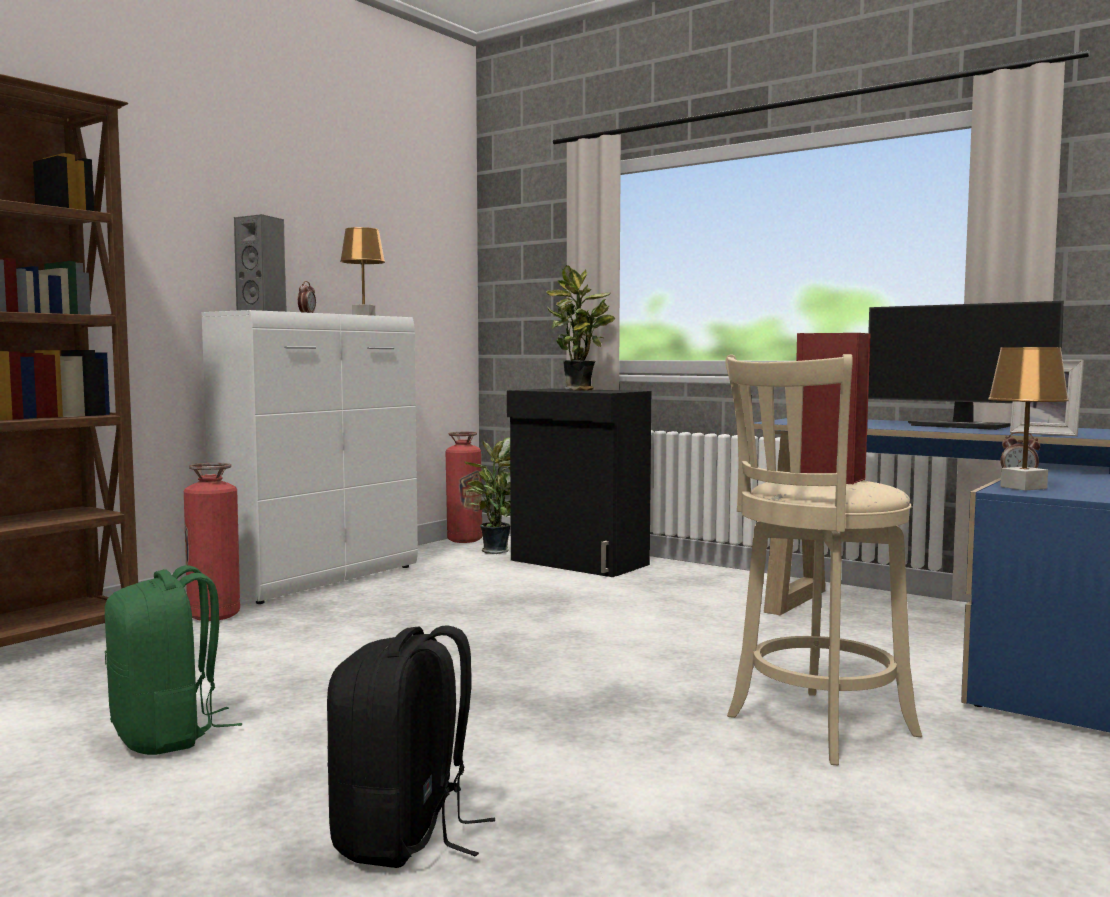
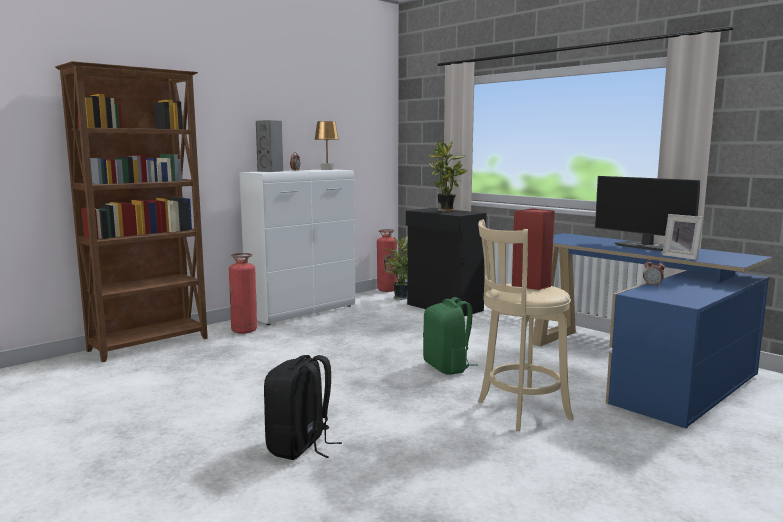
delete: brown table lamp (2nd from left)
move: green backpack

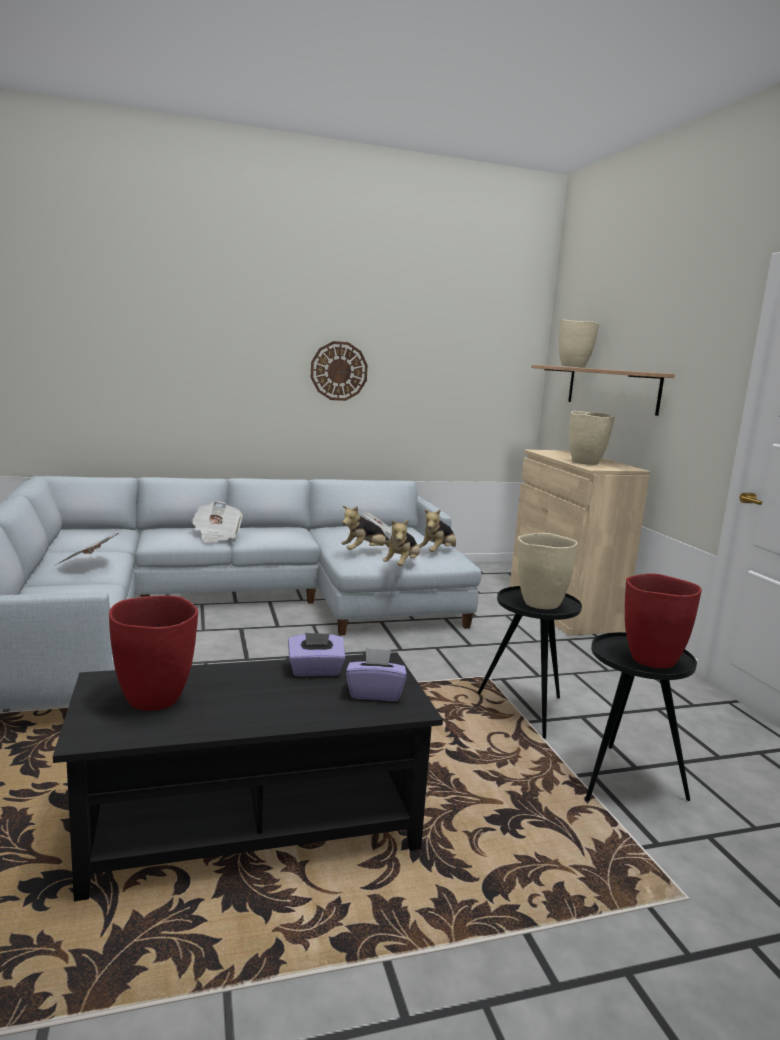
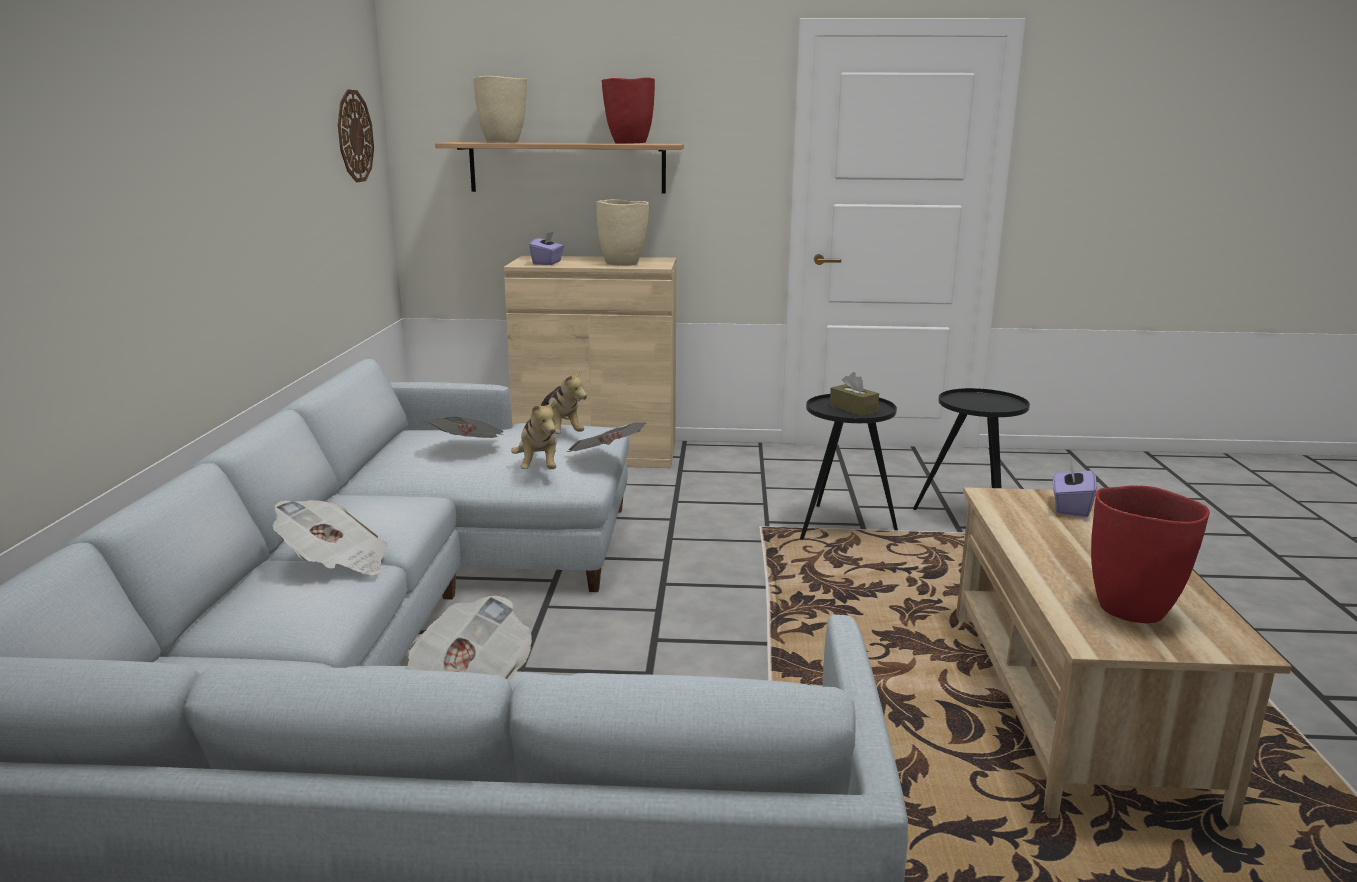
move: purple tissue box (1st from left); wall clock; red vase (2nd from left in the first image) to red vase (1st from left)
replace: plush toy (2nd from left) to newspaper (4th from left); beige vase (1st from left) to brown tissue box
recolor: black coffee table to beige coffee table

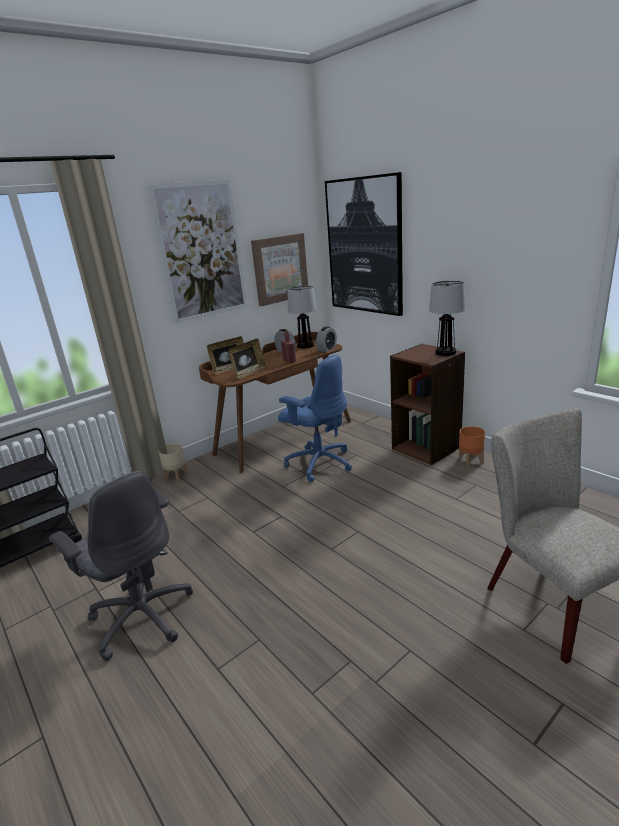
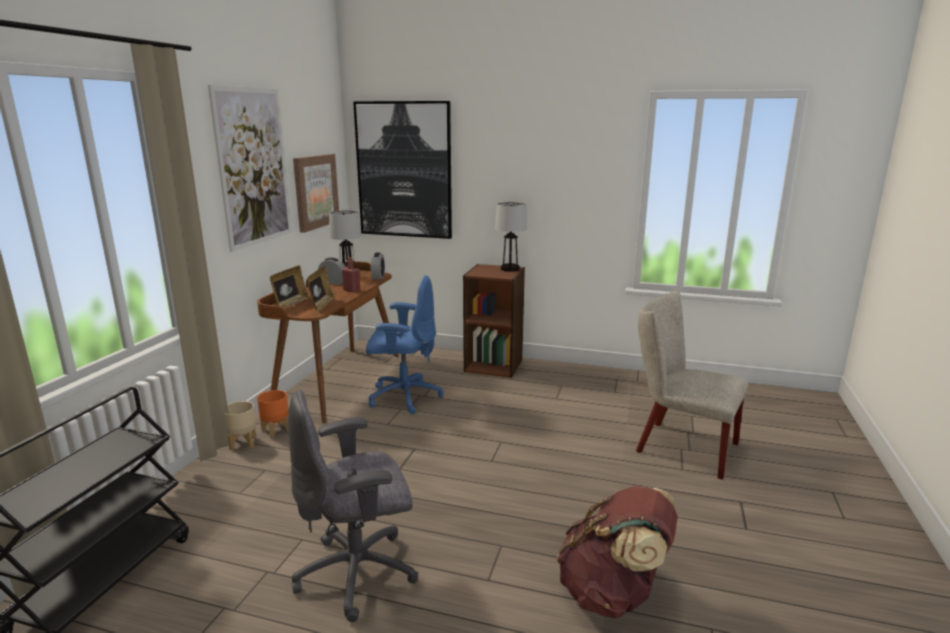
insert: brown backpack
move: orange planter
rotate: grey office chair 150 degrees clockwise

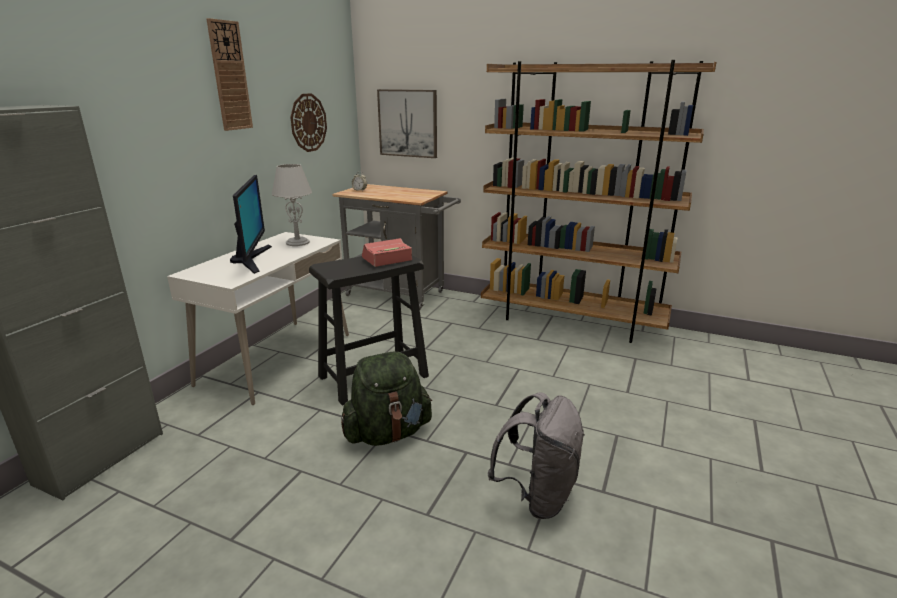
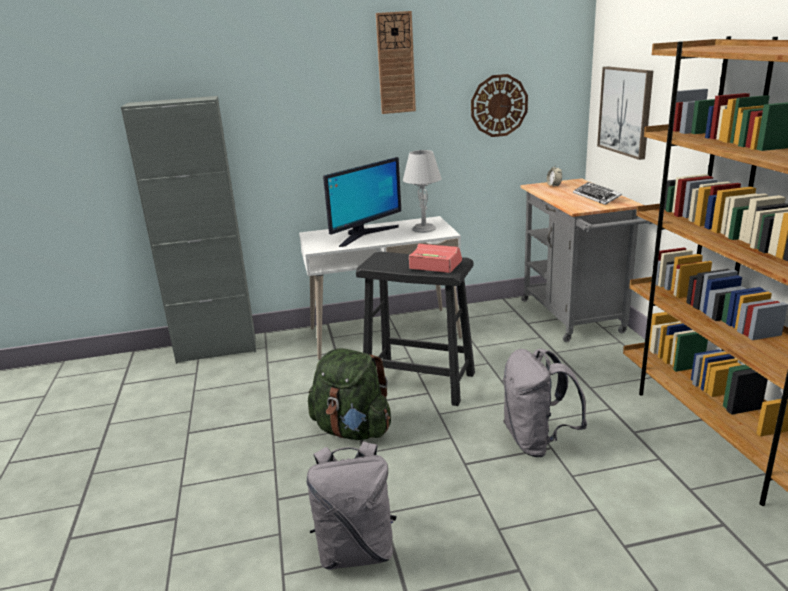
insert: grey backpack (2nd from left); keyboard

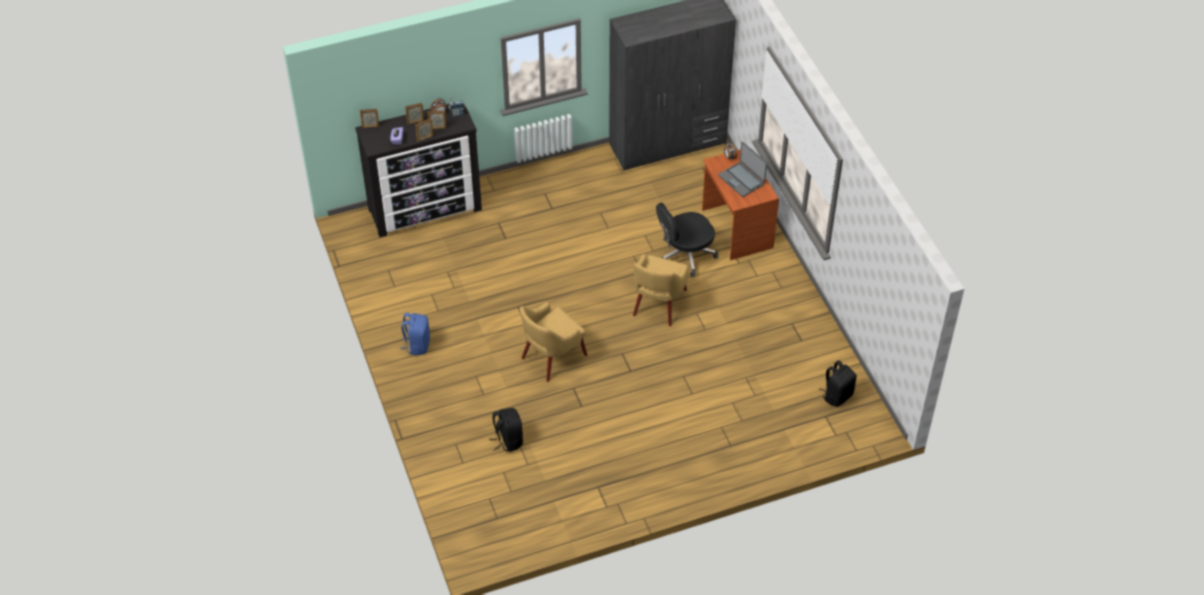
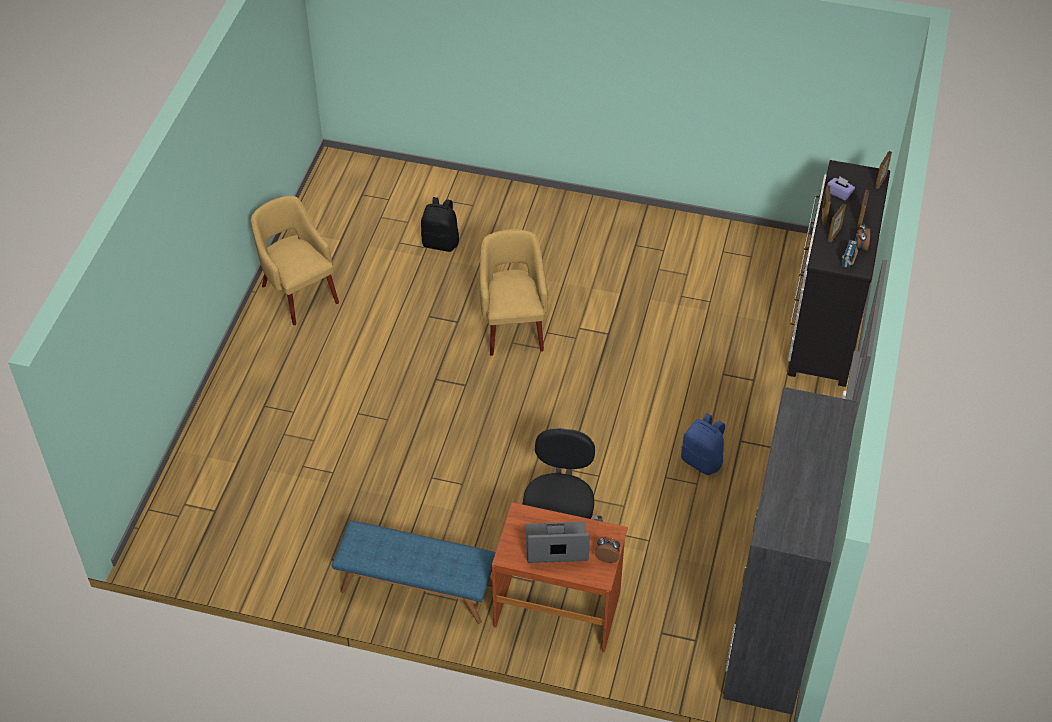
delete: black backpack (2nd from left)
insert: blue bench
move: blue backpack; yellow armchair (2nd from left in the first image) to yellow armchair (1st from left)

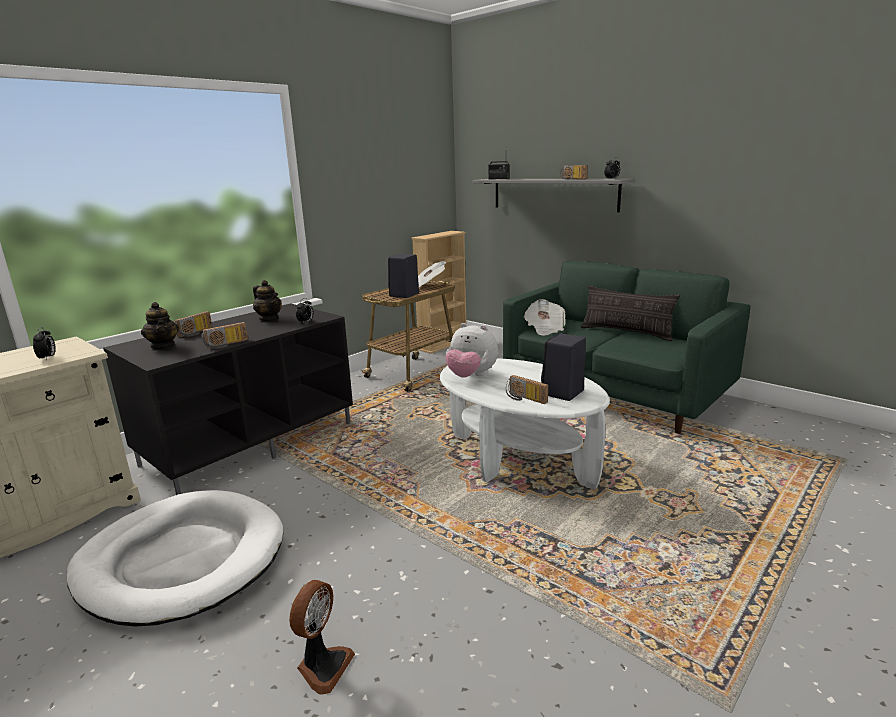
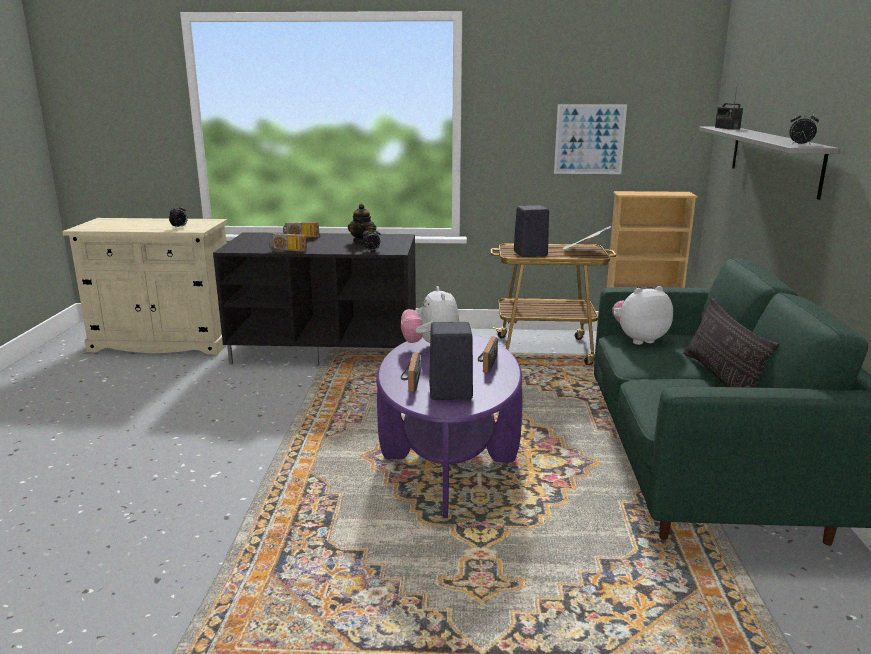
delete: white dog bed; teapot (1st from left); fan
insert: picture
move: radio (5th from left in the first image) to radio (4th from left)
replace: newspaper (2nd from left) to plush toy (2nd from left)
recolor: white coffee table to purple coffee table

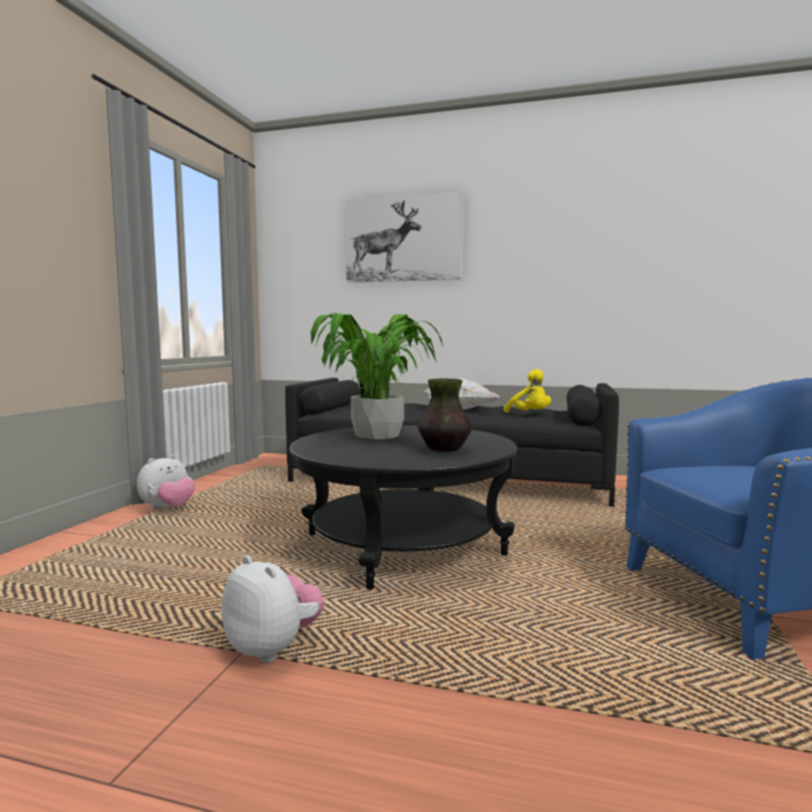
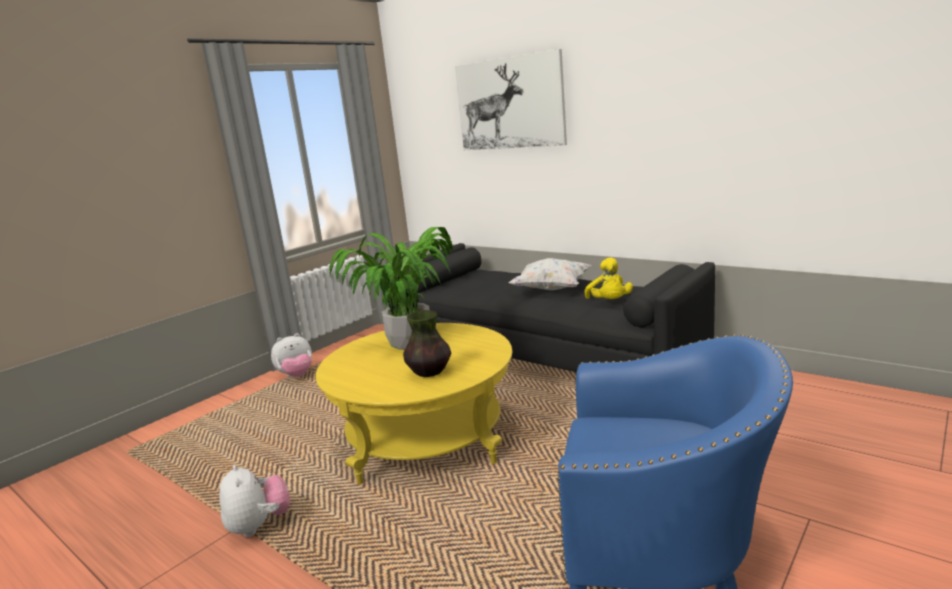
recolor: black coffee table to yellow coffee table

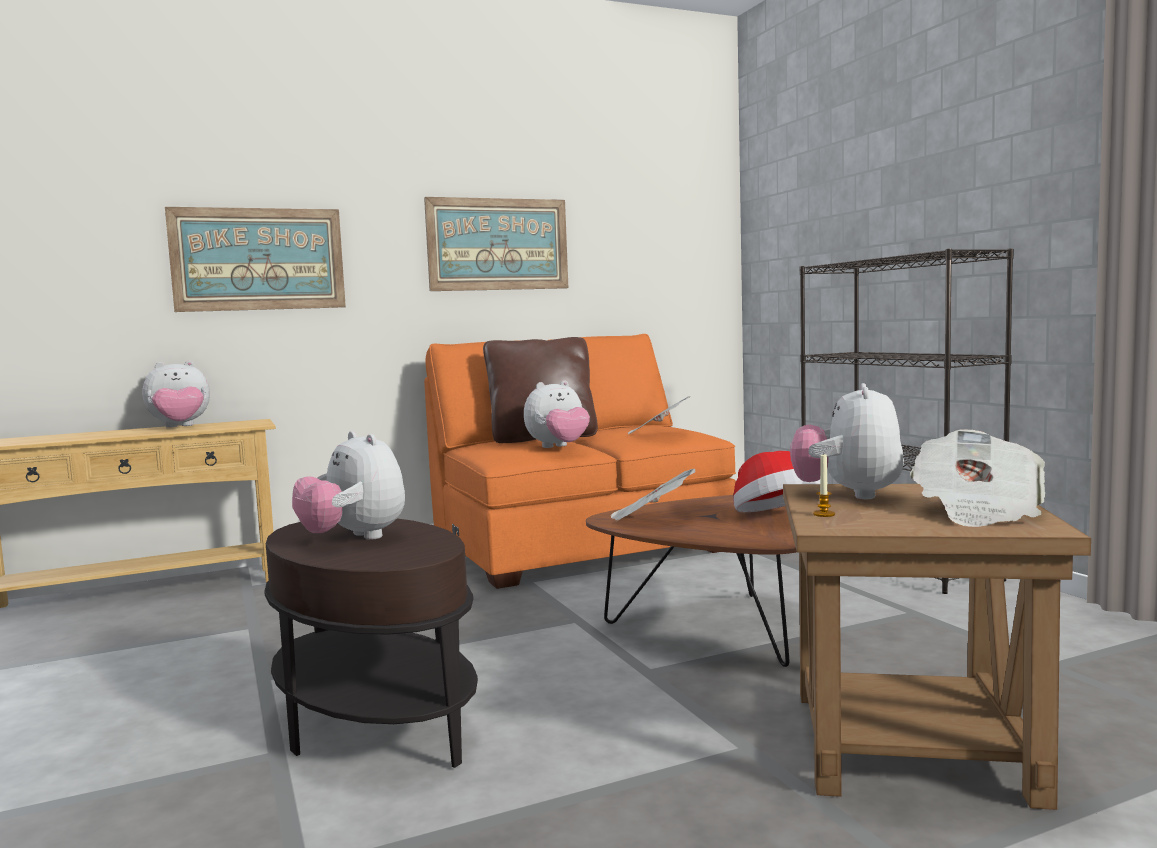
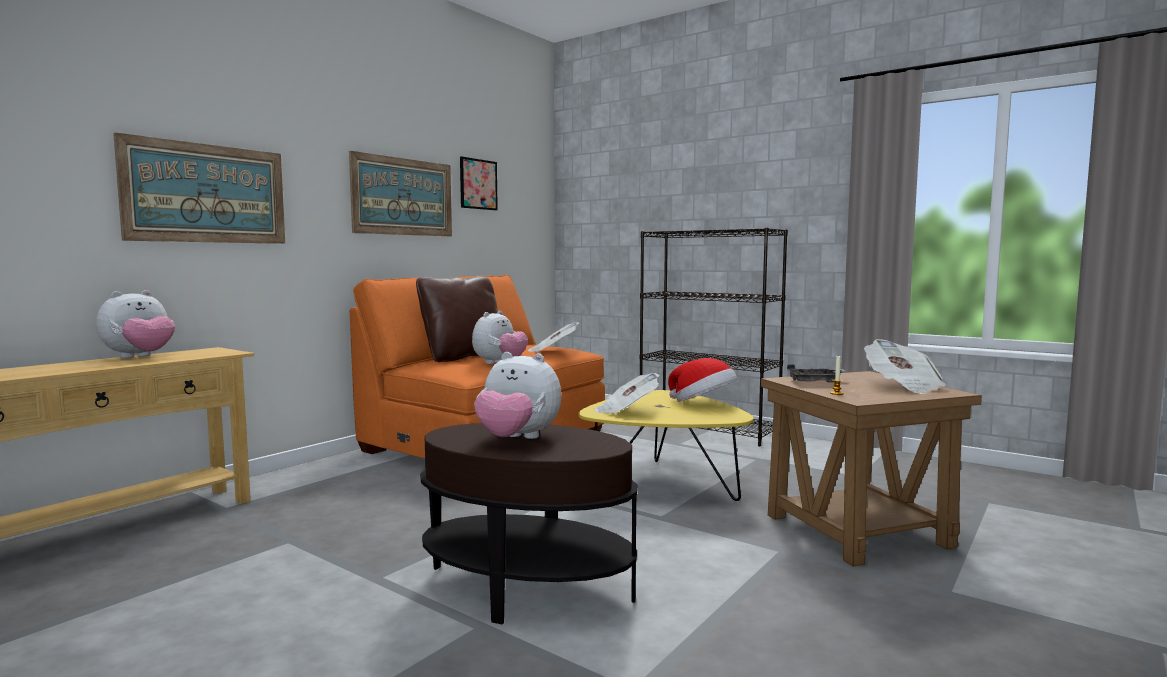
insert: picture (3rd from left)
replace: plush toy (4th from left) to grey tray
recolor: brown coffee table to yellow coffee table

